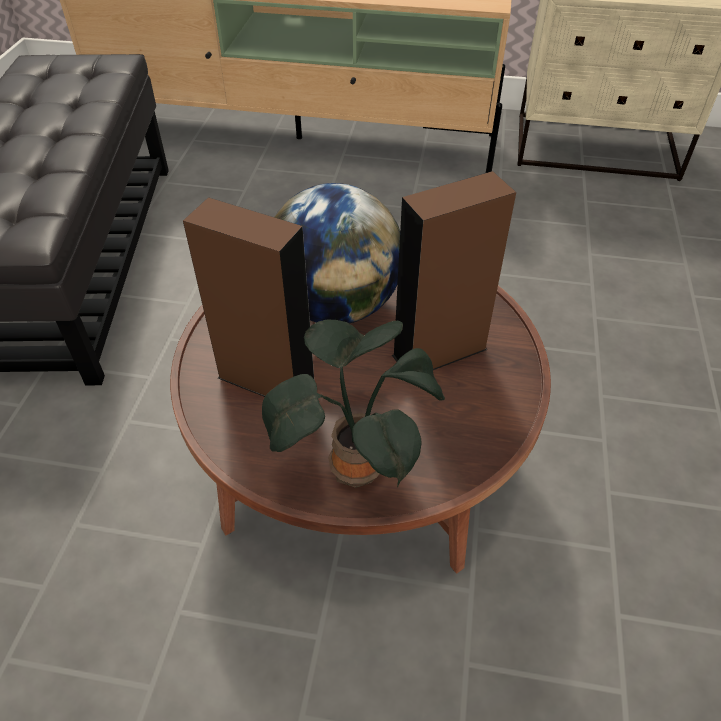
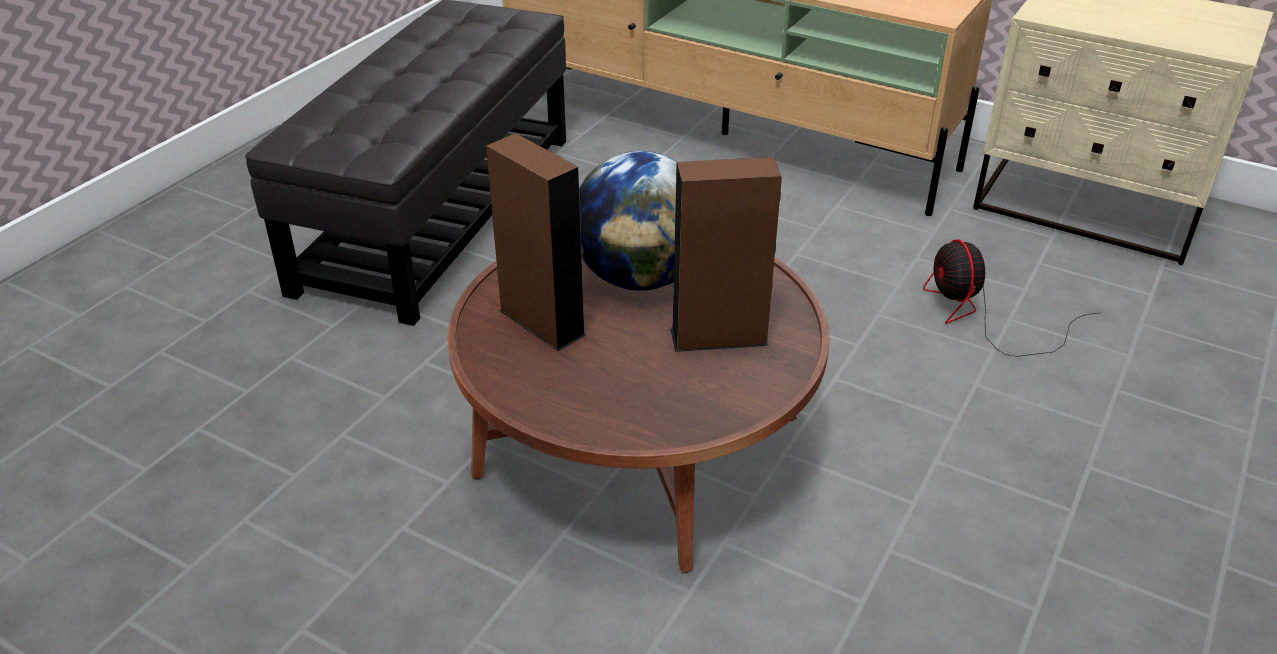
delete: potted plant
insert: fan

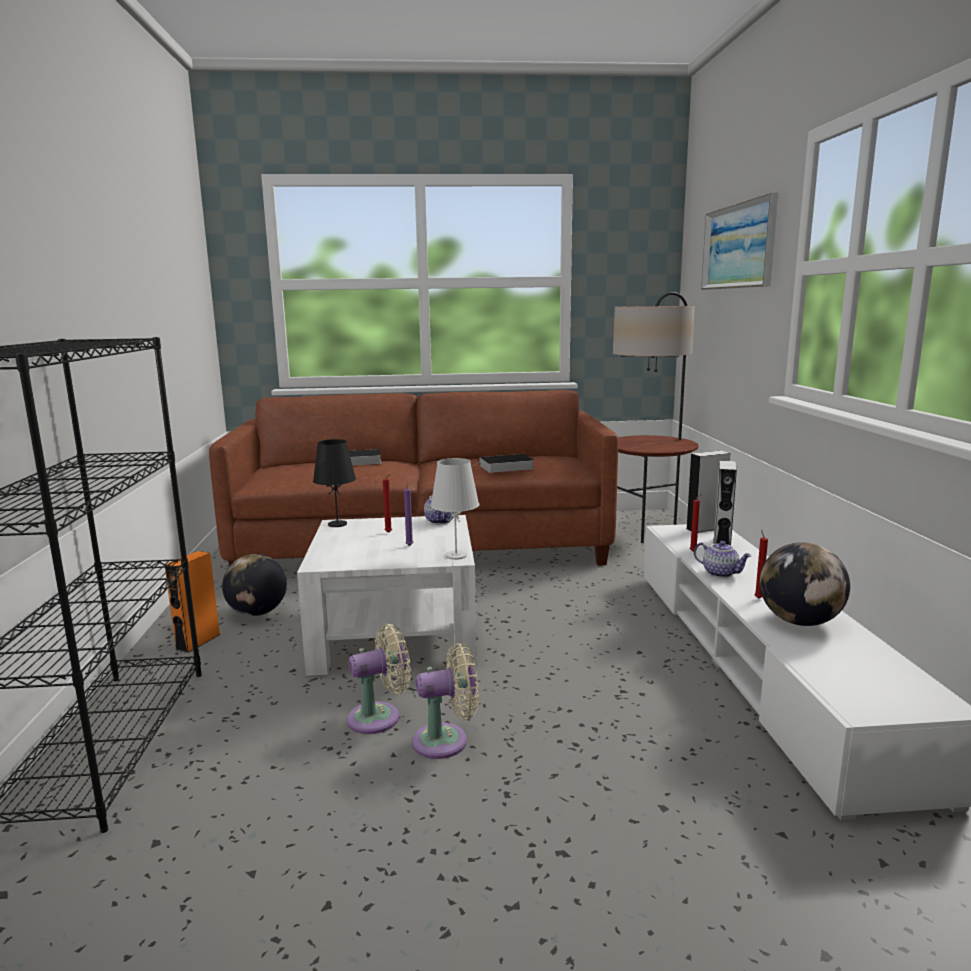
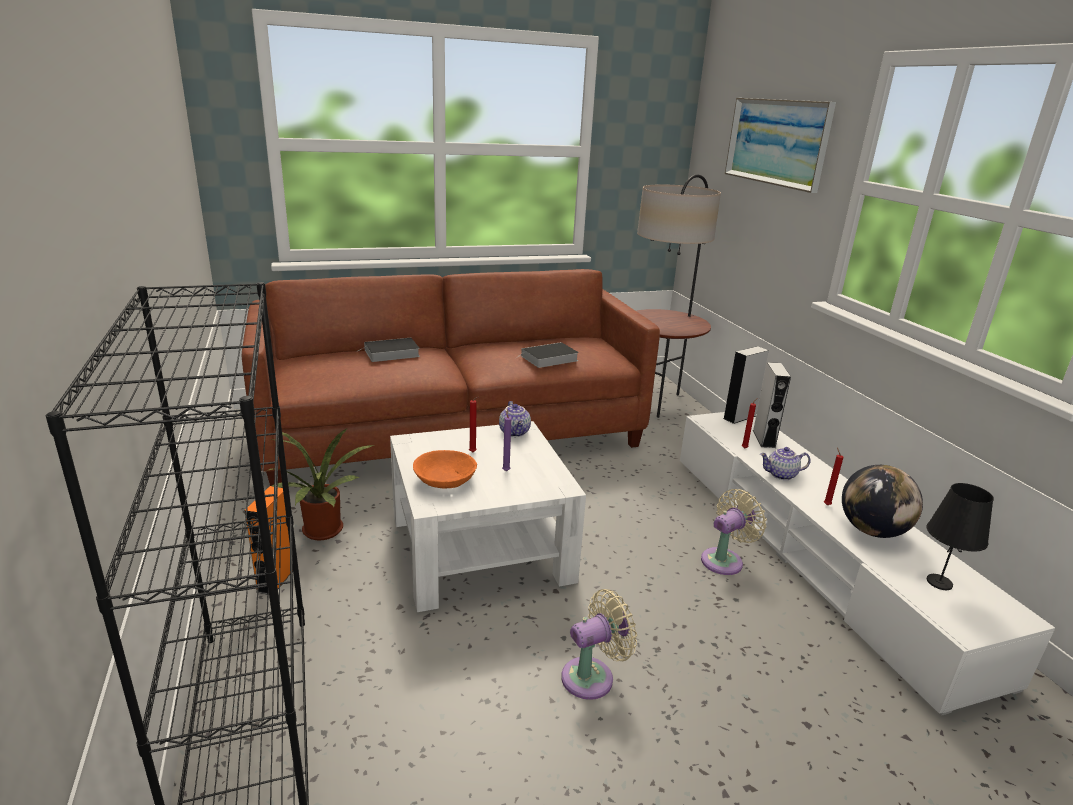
delete: white table lamp
insert: orange bowl
move: black table lamp; beige fan (1st from left in the first image) to beige fan (2nd from left)
replace: globe (1st from left) to potted plant
rotate: teapot (2nd from left) 150 degrees clockwise

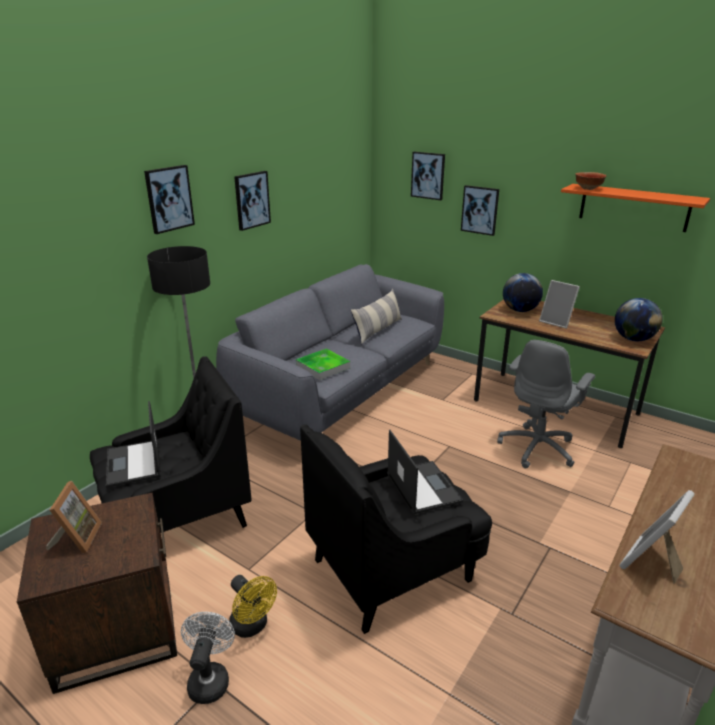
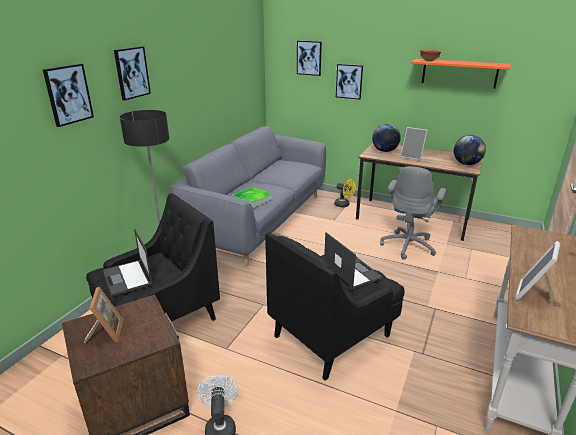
delete: pillow
move: yellow fan; picture (2nd from left in the first image) to picture (1st from left)

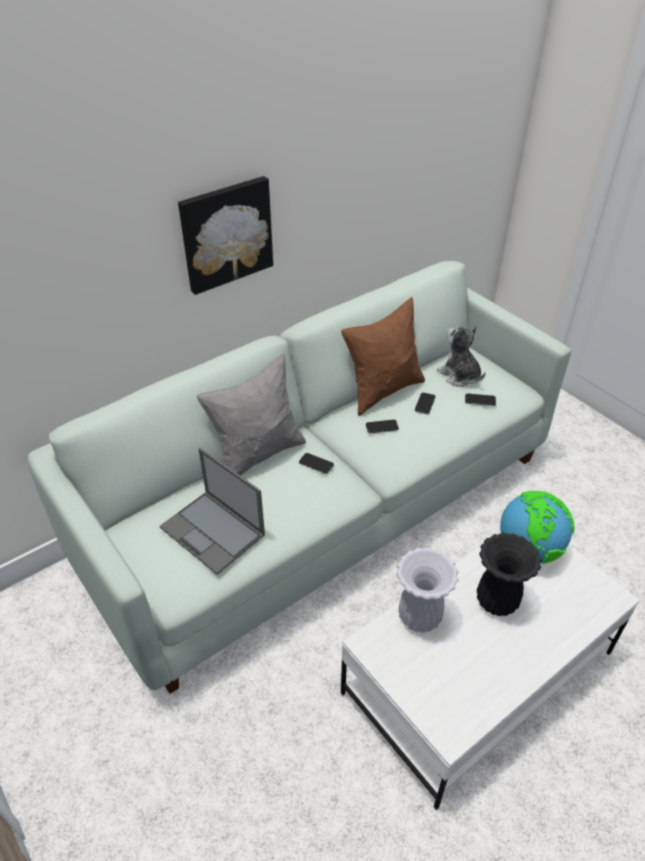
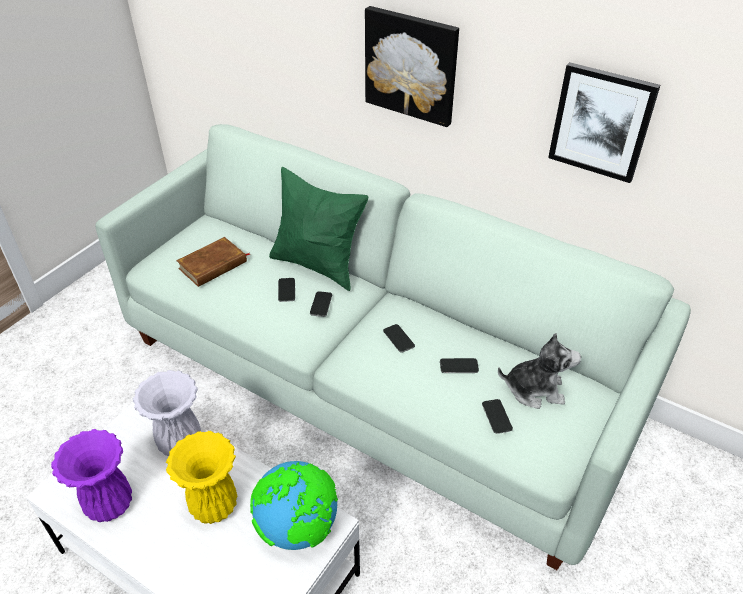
delete: brown pillow
insert: purple vase; phone (1st from left); picture (2nd from left)
replace: laptop to brown book
recolor: grey pillow to green pillow; black vase to yellow vase
rotate: plush toy 60 degrees clockwise

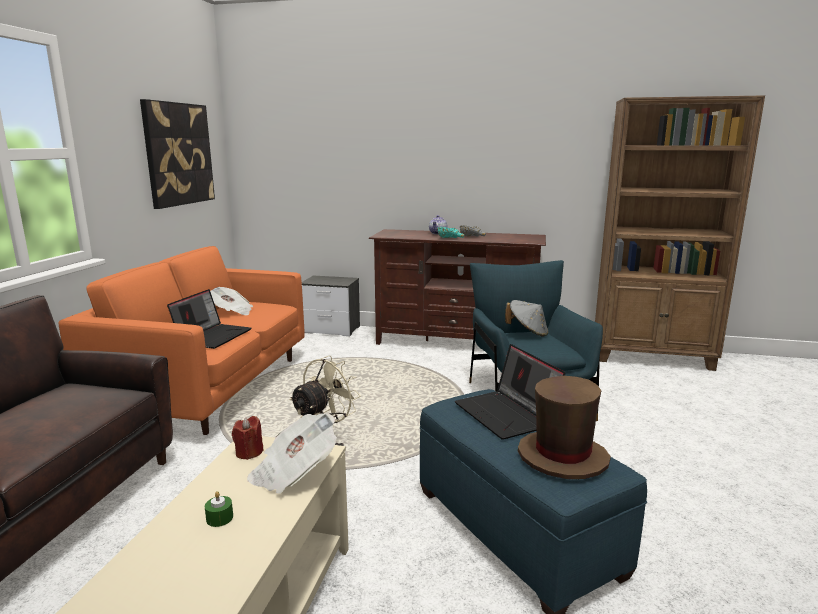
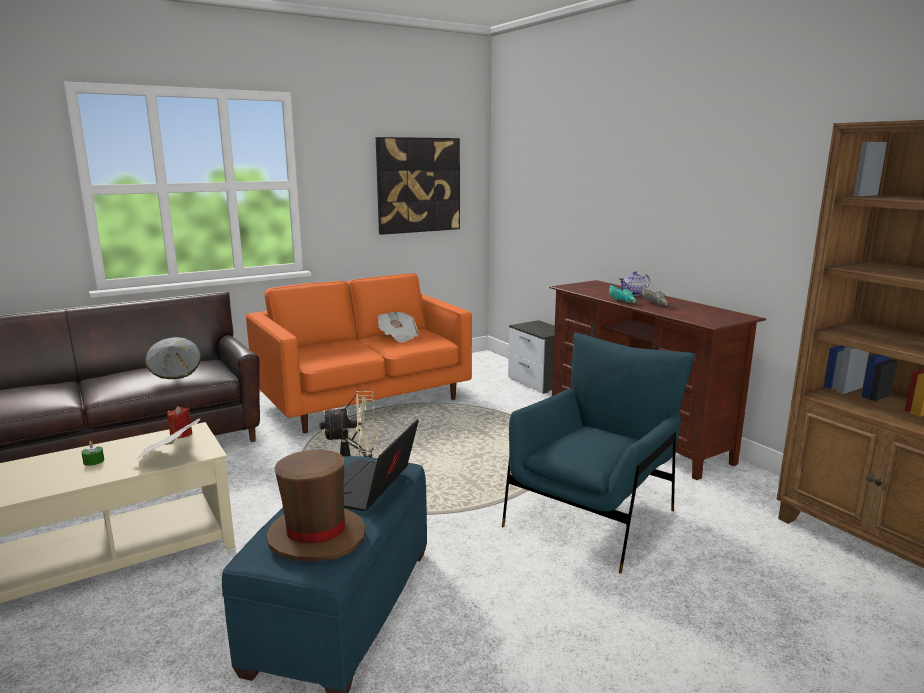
delete: laptop (1st from left)
move: grey hat

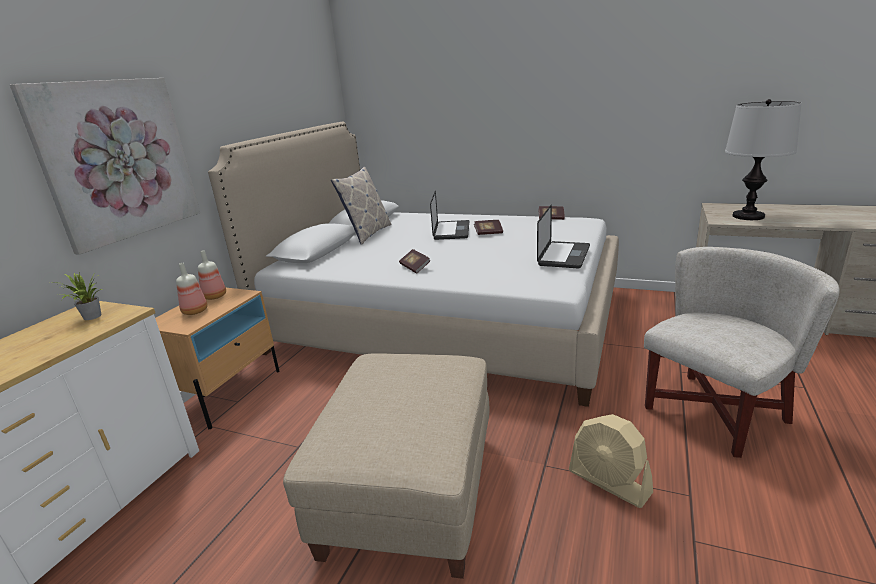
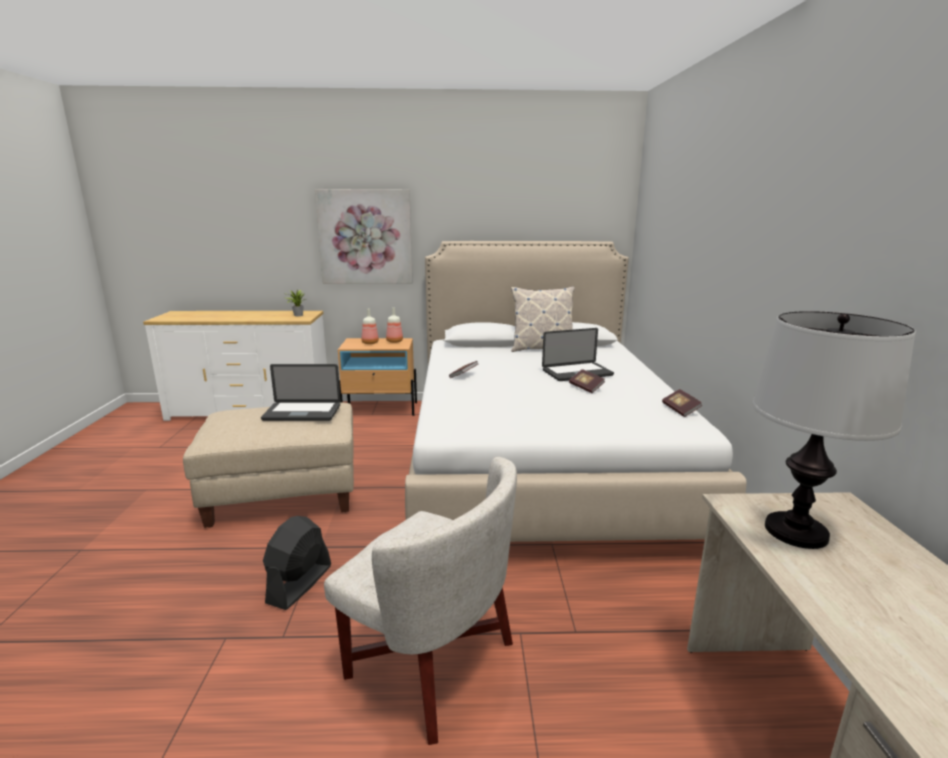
move: laptop (2nd from left in the first image) to laptop (1st from left)
recolor: beige fan to black fan

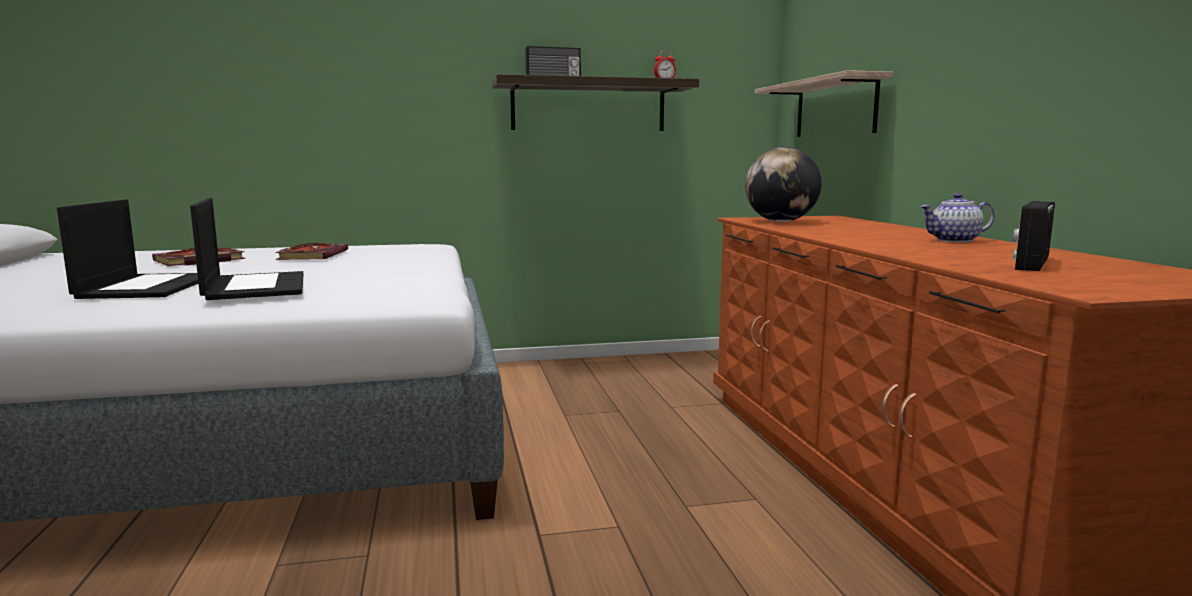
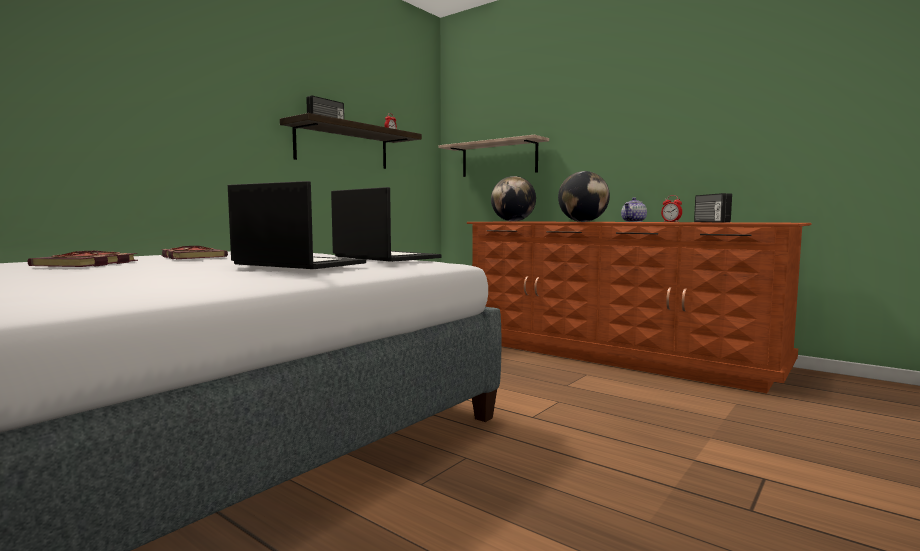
insert: globe (2nd from left); alarm clock (2nd from left)
move: laptop (1st from left in the first image) to laptop (2nd from left)

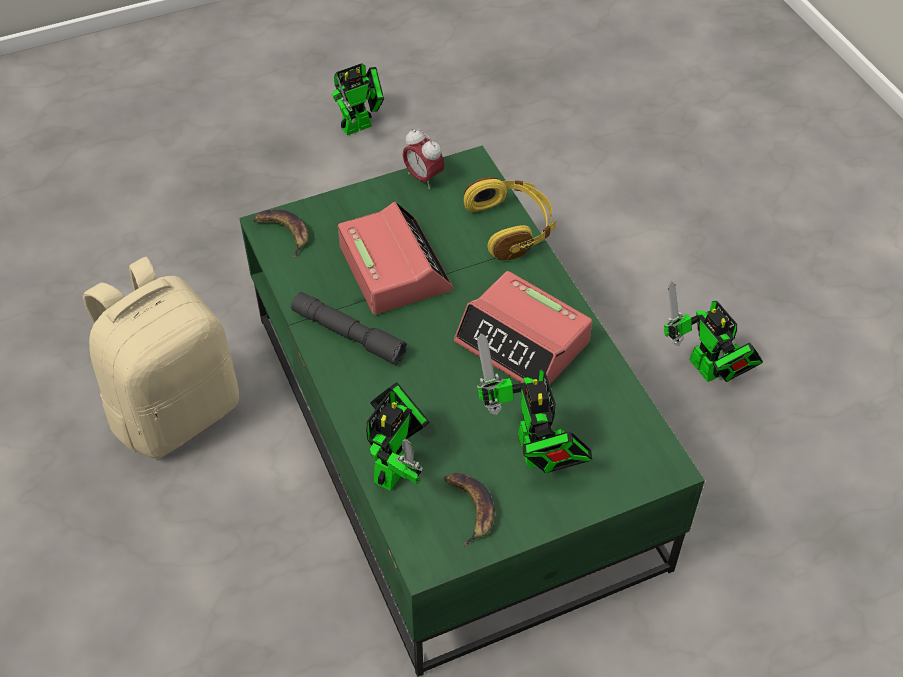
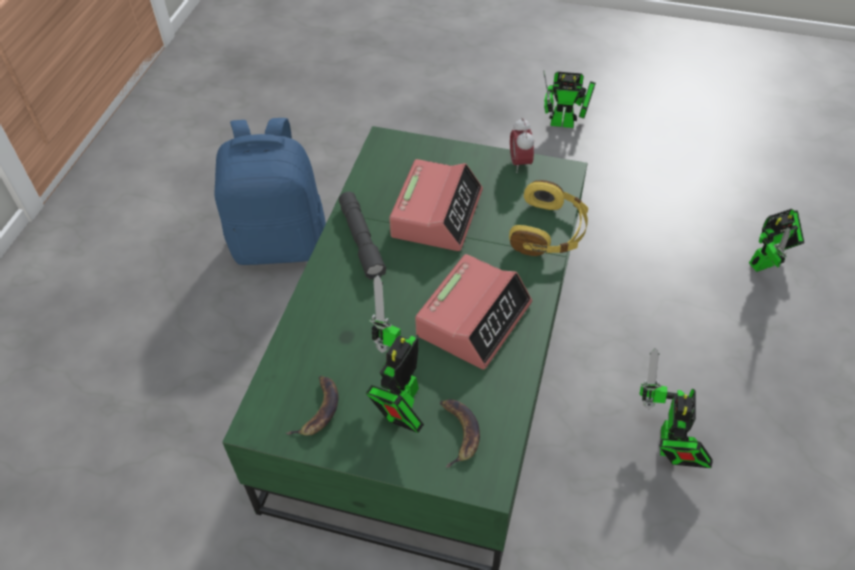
move: banana (1st from left in the first image) to banana (2nd from left); toy robot (2nd from left in the first image) to toy robot (4th from left)
recolor: beige backpack to blue backpack
rotate: alarm clock (3rd from left in the first image) 135 degrees counterclockwise

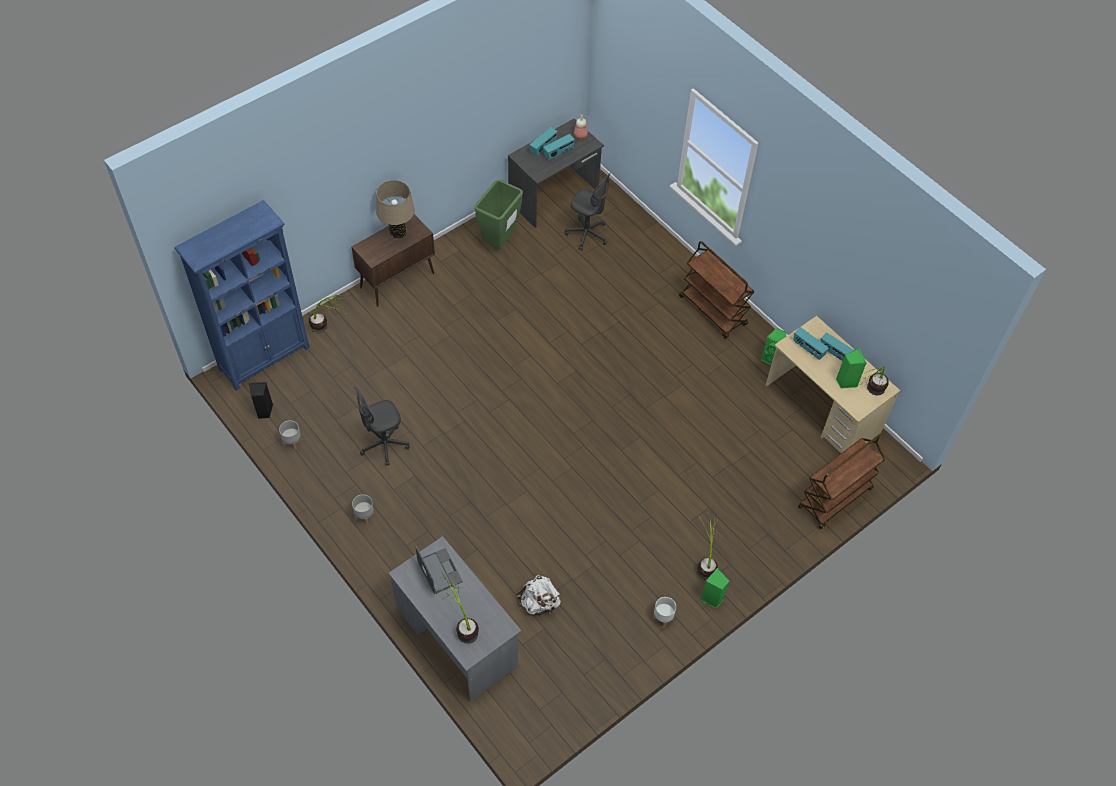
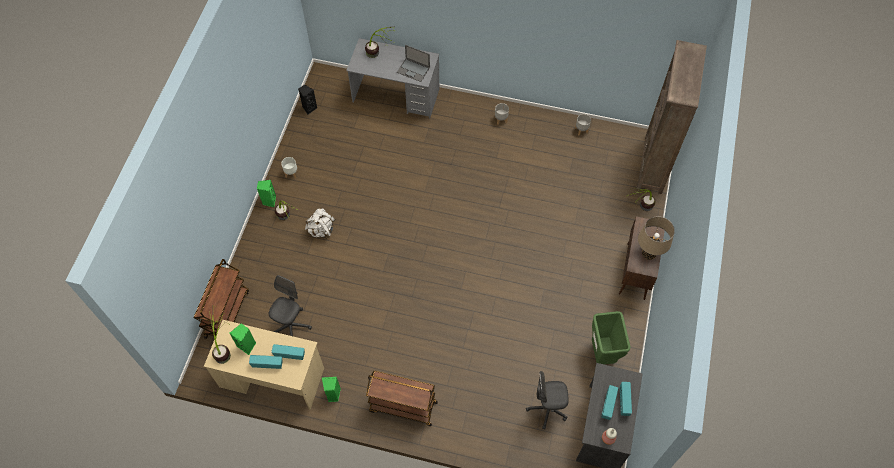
move: black speaker; grey office chair (1st from left); white backpack
recolor: blue bookcase to brown bookcase

